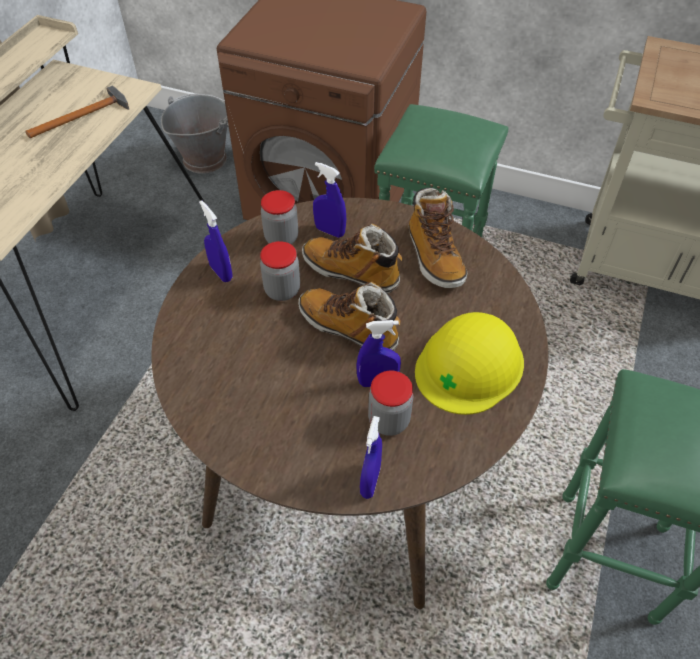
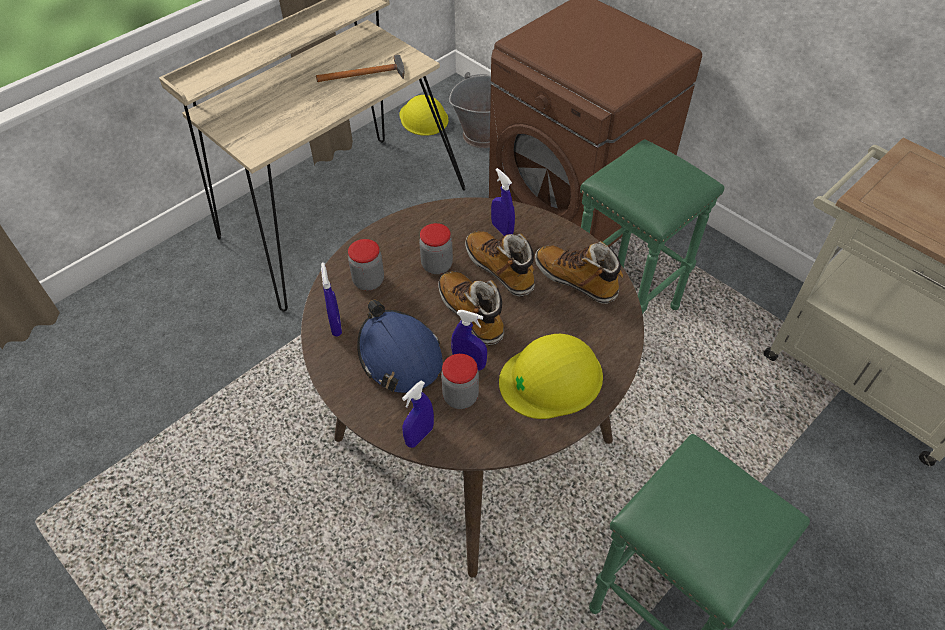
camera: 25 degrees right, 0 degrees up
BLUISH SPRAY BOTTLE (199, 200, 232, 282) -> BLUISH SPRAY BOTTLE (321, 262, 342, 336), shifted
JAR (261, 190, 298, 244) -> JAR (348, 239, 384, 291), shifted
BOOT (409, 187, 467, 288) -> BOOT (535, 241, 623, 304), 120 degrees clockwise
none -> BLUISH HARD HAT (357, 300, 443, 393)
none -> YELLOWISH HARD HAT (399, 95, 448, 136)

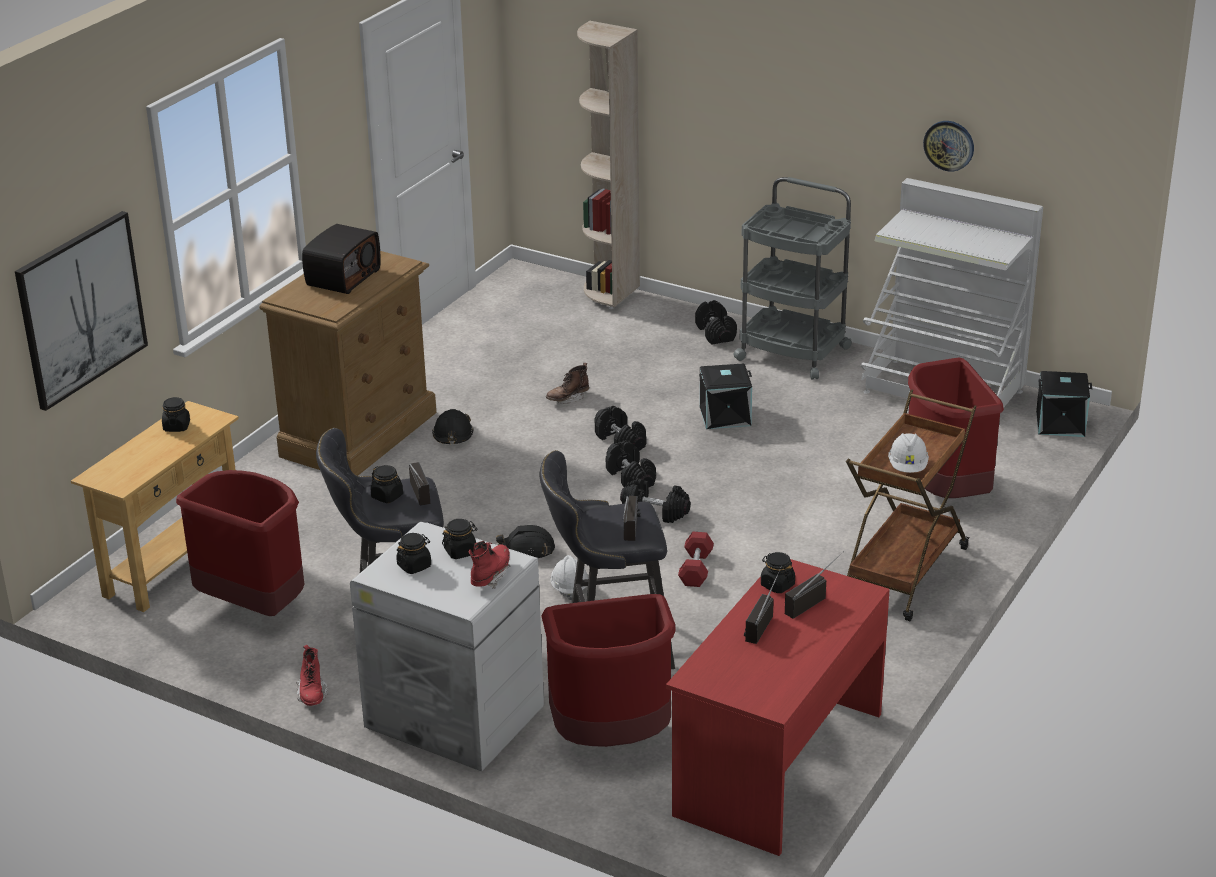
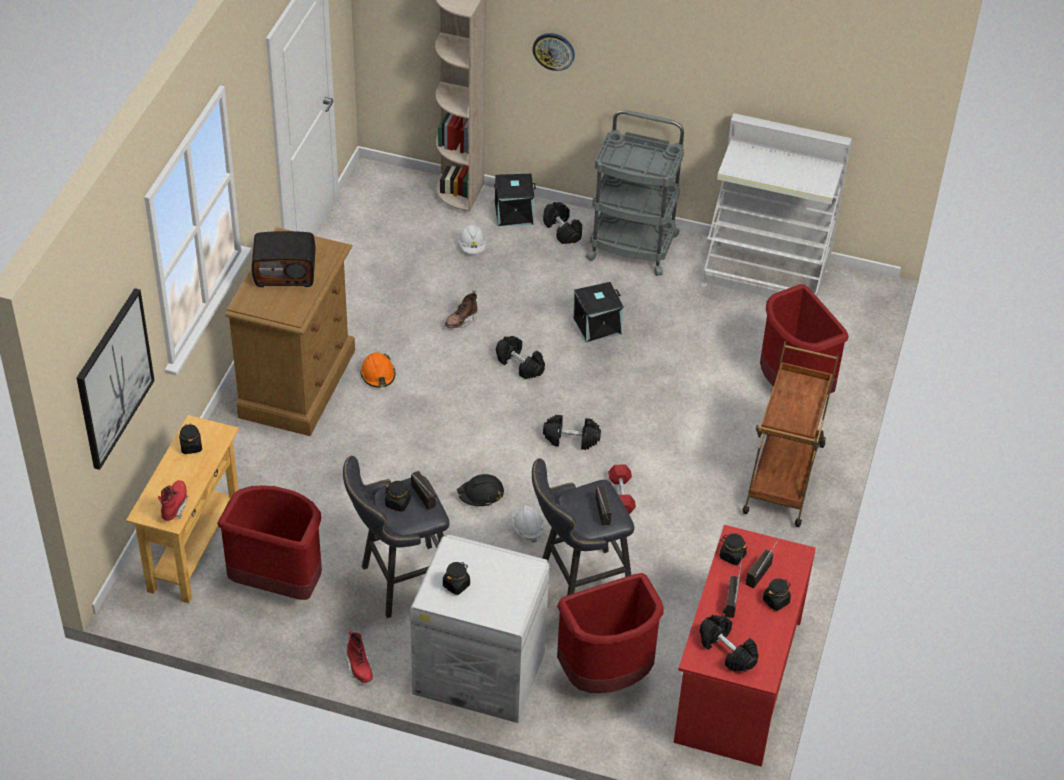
camera: 15 degrees left, 15 degrees up
RADIO SET (302, 224, 381, 294) -> RADIO SET (252, 231, 315, 287), 75 degrees clockwise
BLACKISH HARD HAT (432, 409, 473, 444) -> ORANGE HARD HAT (360, 352, 395, 388)
BLACKISH JAR (442, 519, 478, 559) -> BLACKISH JAR (763, 578, 791, 611), shifted
REDDISH BOOT (469, 541, 510, 588) -> REDDISH BOOT (158, 480, 189, 521), shifted
BLACKISH DUMBBELL (606, 440, 656, 487) -> BLACKISH DUMBBELL (700, 615, 759, 672), shifted
WHITE-COLOURED HARD HAT (888, 433, 929, 473) -> WHITE-COLOURED HARD HAT (459, 224, 486, 254), shifted
WALL CLOCK (923, 121, 974, 171) -> WALL CLOCK (532, 33, 575, 71), shifted
BLACKISH STORAGE BIN (1036, 371, 1092, 437) -> BLACKISH STORAGE BIN (494, 174, 536, 226), shifted

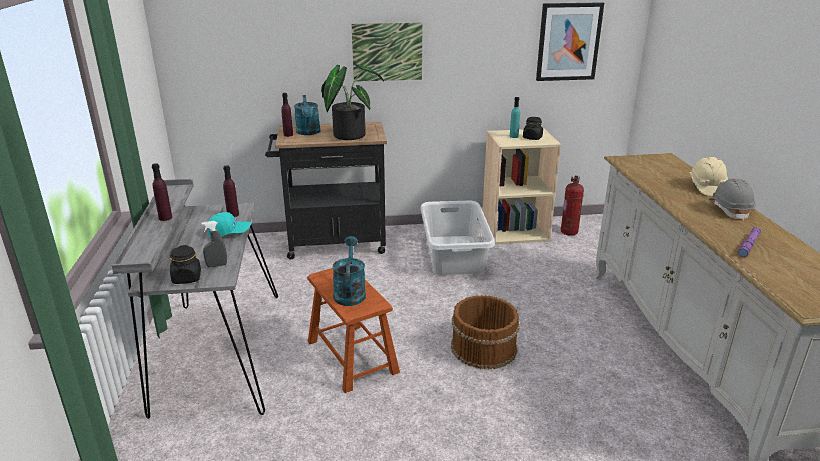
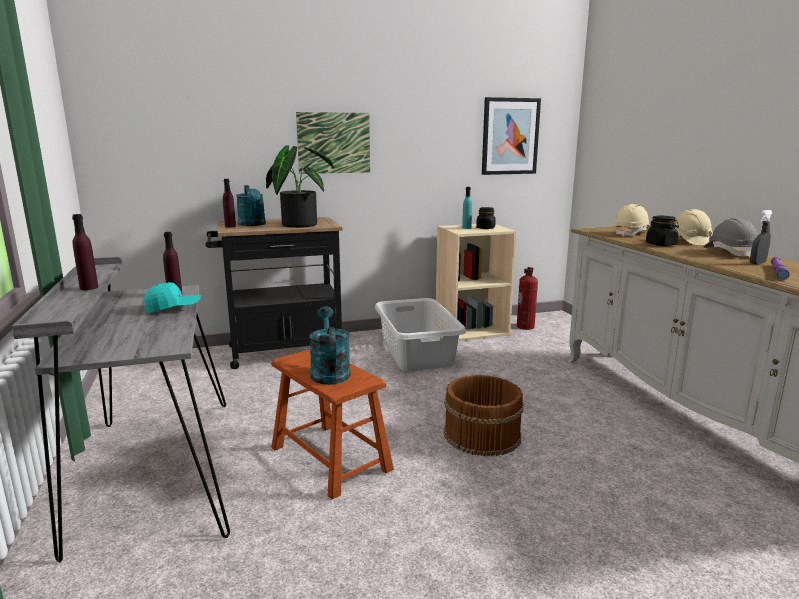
camera: 10 degrees left, 10 degrees down
BLACKISH JAR (170, 245, 201, 284) -> BLACKISH JAR (646, 216, 679, 246), shifted
GREY SPRAY BOTTLE (201, 221, 227, 268) -> GREY SPRAY BOTTLE (750, 210, 773, 264), shifted
none -> BEIGE-COLOURED HARD HAT (613, 204, 651, 237)

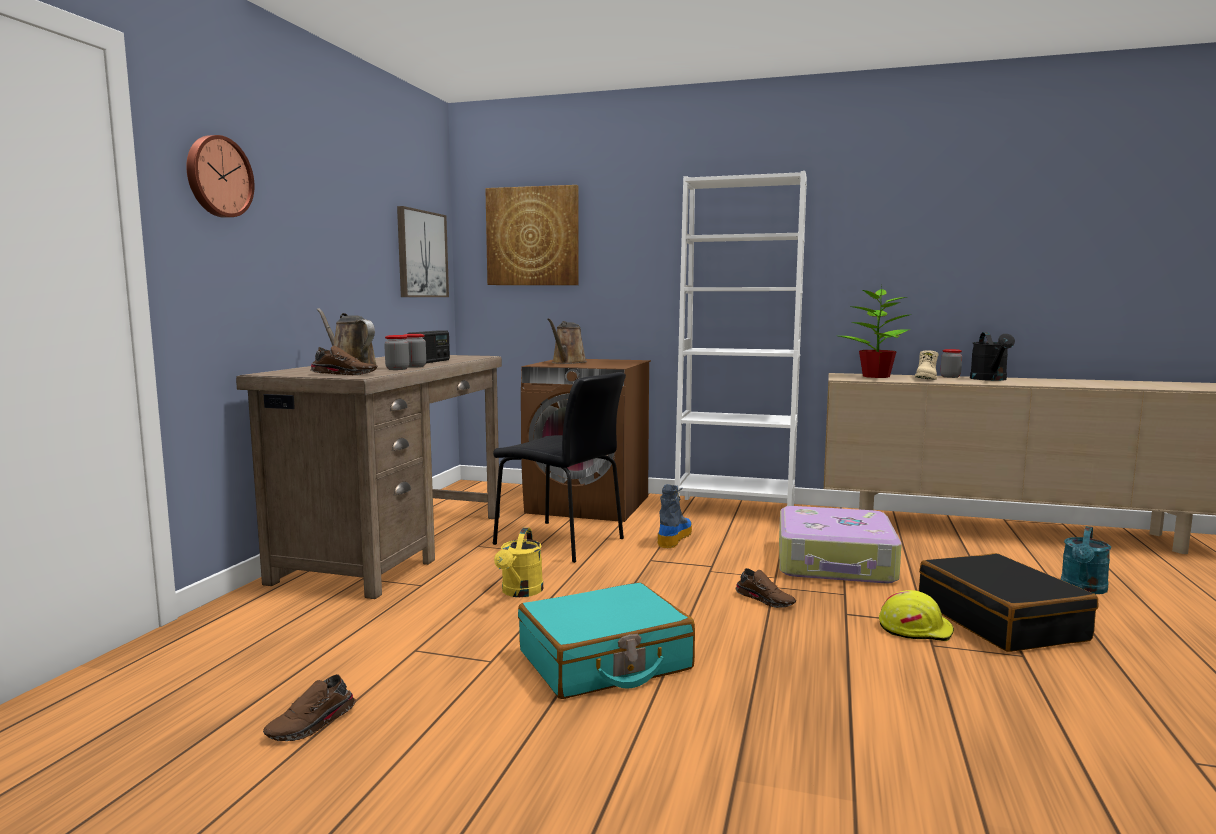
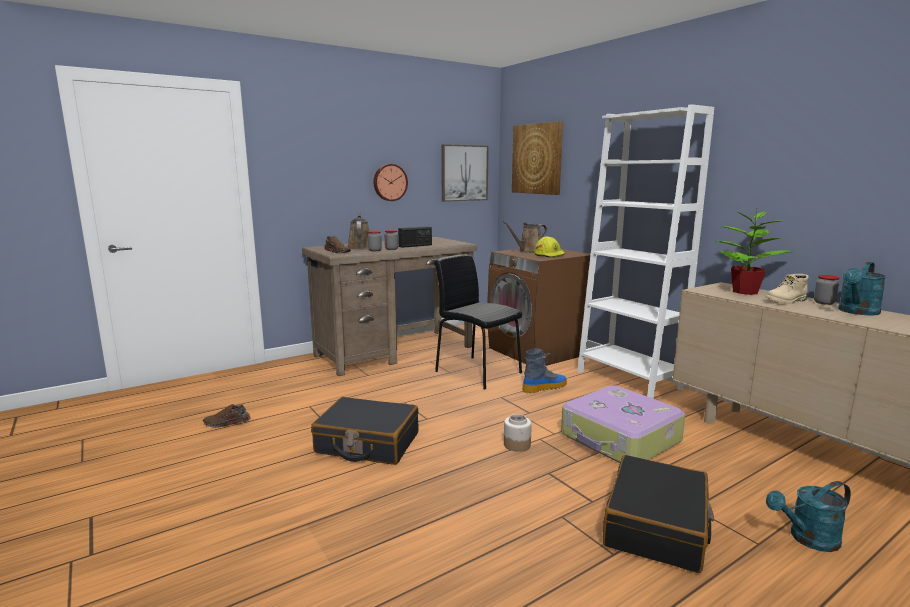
camera: 40 degrees right, 5 degrees up
WALL CLOCK (186, 135, 255, 218) -> WALL CLOCK (374, 164, 408, 201), shifted
BLACKISH PLAIN CHAIR (493, 372, 626, 563) -> BLACKISH PLAIN CHAIR (435, 255, 522, 390), 150 degrees clockwise
YELLOWISH WATERING CAN (494, 527, 543, 597) -> none
TURQUOISE-COLOURED TRAVEL CASE (518, 582, 695, 699) -> BLACKISH TRAVEL CASE (311, 397, 419, 465)
BROWNISH LOW SHOE (735, 568, 796, 608) -> JAR (504, 414, 532, 452)
YELLOWISH HARD HAT (879, 590, 954, 641) -> YELLOWISH HARD HAT (534, 236, 565, 258), shifted
BLACKISH WATERING CAN (970, 332, 1015, 381) -> TURQUOISE-COLOURED WATERING CAN (838, 262, 886, 315)

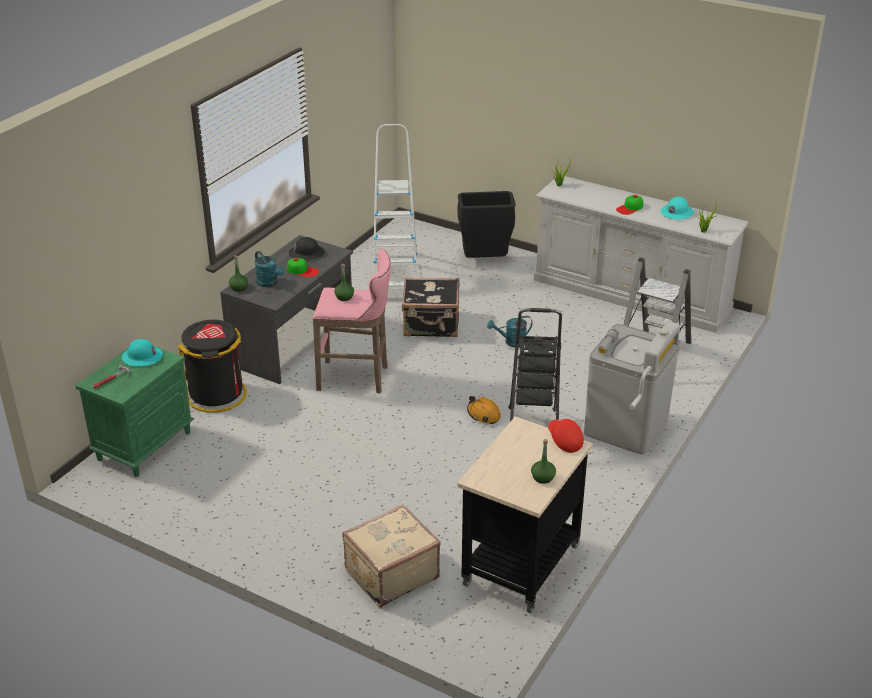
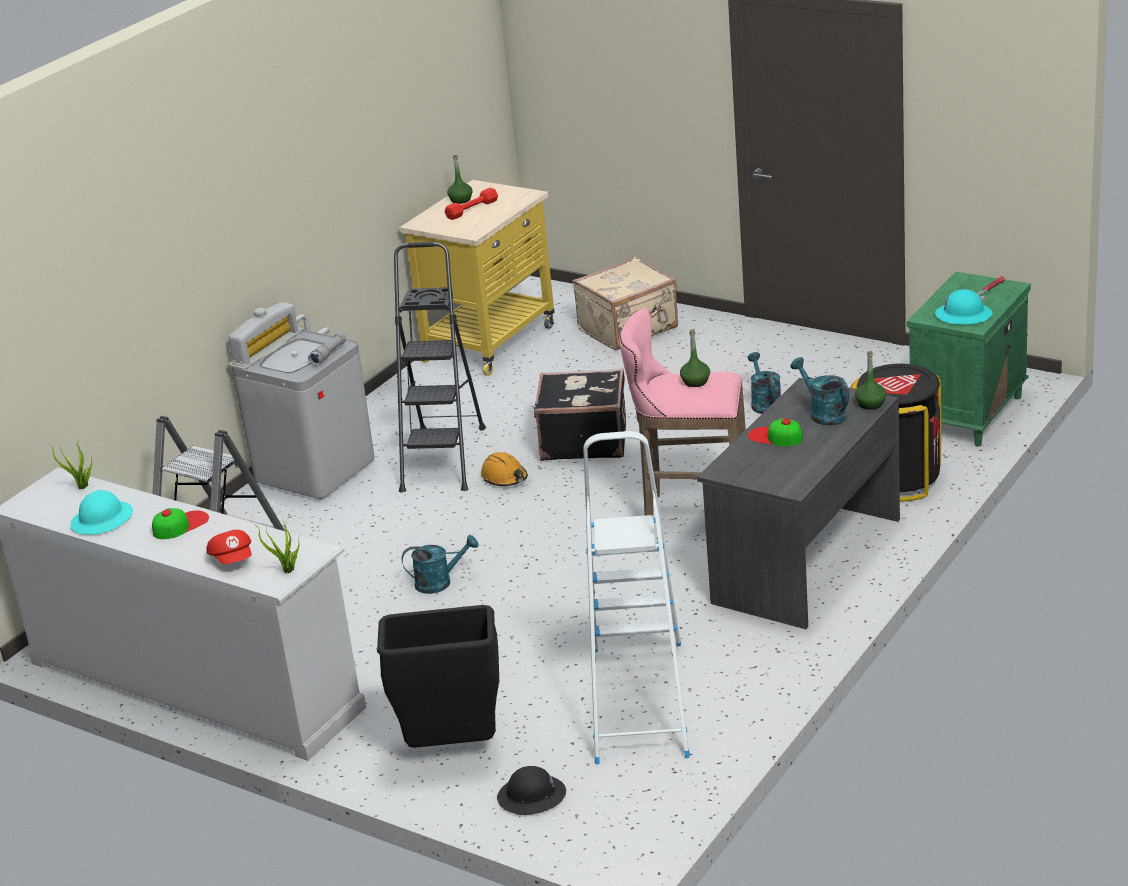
camera: 175 degrees left, 5 degrees down
BLACKISH HARD HAT (289, 237, 325, 260) -> BLACKISH HARD HAT (497, 766, 566, 815), shifted
BLACKISH TRAVEL CASE (402, 277, 459, 337) -> BLACKISH TRAVEL CASE (534, 369, 626, 461), shifted
BLACKISH CART (457, 417, 593, 613) -> YELLOWISH CART (399, 180, 555, 376)
REDDISH CAP (548, 418, 584, 453) -> REDDISH CAP (206, 530, 251, 564), shifted
none -> REDDISH DUMBBELL (445, 188, 498, 220)
none -> TURQUOISE-COLOURED WATERING CAN (747, 352, 781, 414)

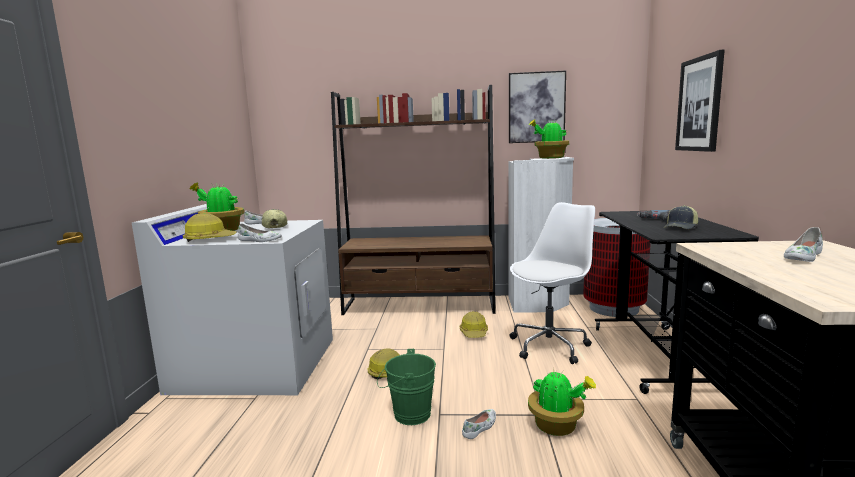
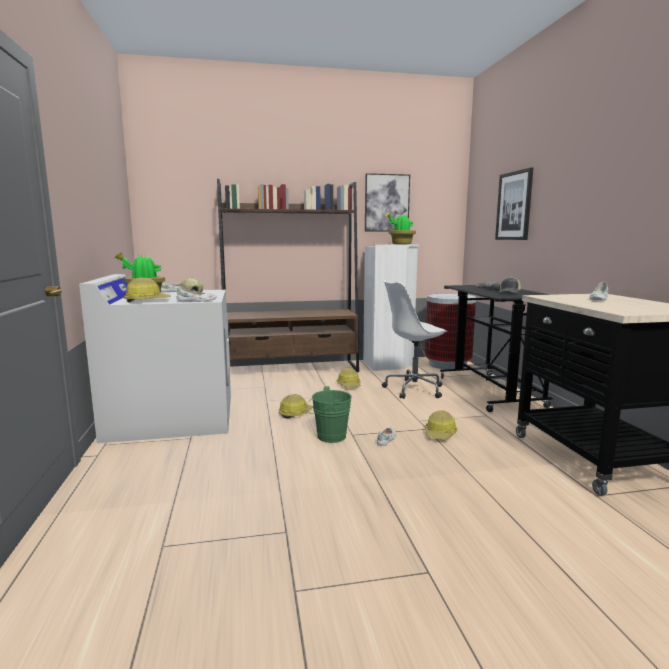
camera: 15 degrees left, 0 degrees up
WHITE-COLOURED DESK CHAIR (509, 202, 595, 364) -> WHITE-COLOURED DESK CHAIR (382, 280, 448, 399), 150 degrees counterclockwise
POTTED PLANT (528, 366, 596, 436) -> HARD HAT (425, 410, 457, 439)

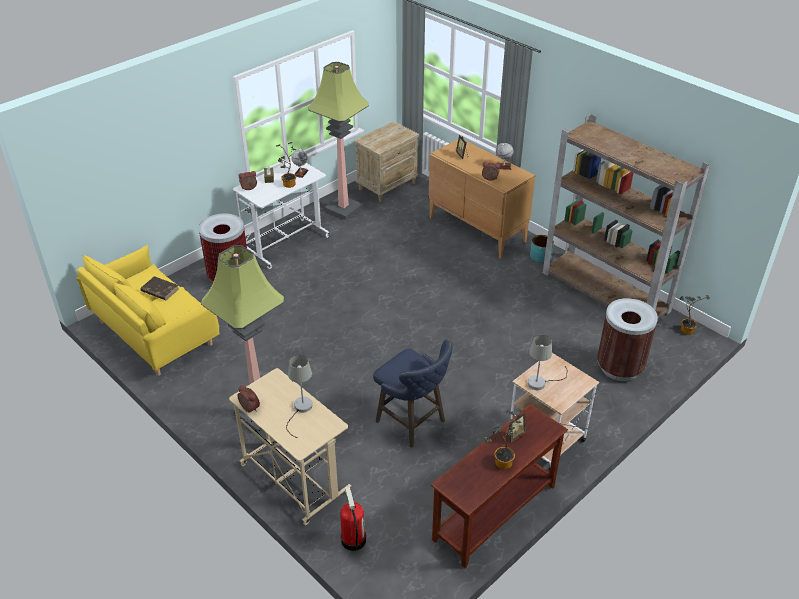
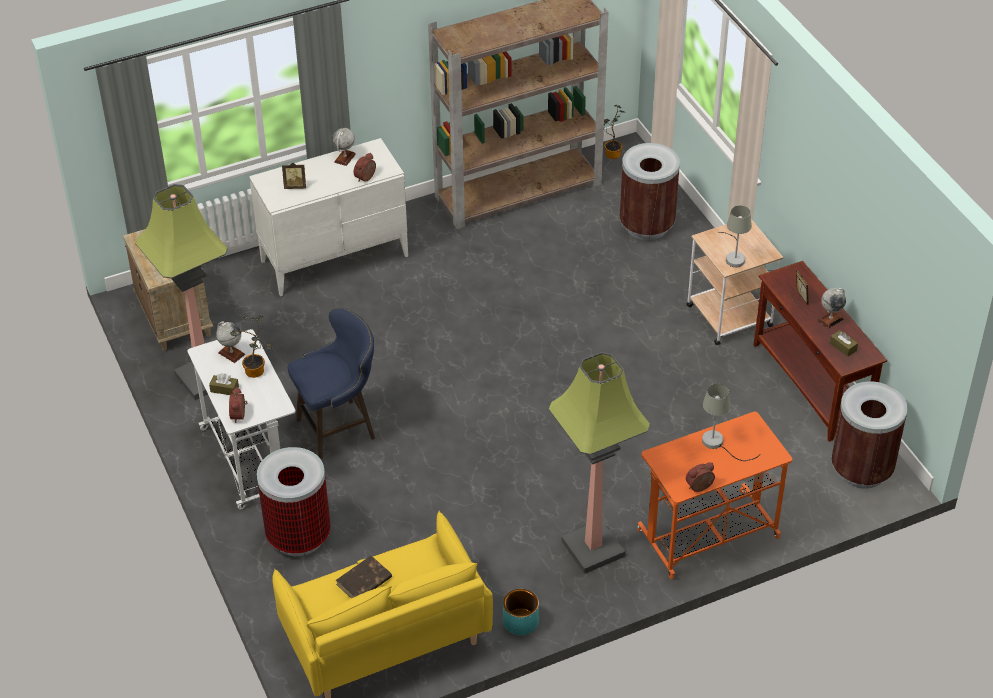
camera: 70 degrees left, 5 degrees up
BEIGE-COLOURED DESK TABLE (229, 368, 351, 525) -> ORANGE DESK TABLE (637, 411, 792, 579)
EXTINGUISHER (340, 486, 366, 551) -> none
BLUISH STOOL SEAT (373, 339, 452, 448) -> BLUISH STOOL SEAT (287, 307, 375, 459), shifted
BROWNISH CUPBOARD (429, 139, 536, 259) -> WHITE-COLOURED CUPBOARD (249, 138, 408, 296)
POTTED PLANT (483, 411, 521, 469) -> DESK GLOBE (817, 288, 846, 329)
TURQUOISE-COLOURED FLOWER POT (530, 235, 554, 262) -> TURQUOISE-COLOURED FLOWER POT (503, 589, 539, 636), shifted
none -> BROWNISH TISSUE HOLDER (830, 330, 858, 357)
none -> BROWNISH WASTE BIN (831, 382, 908, 489)

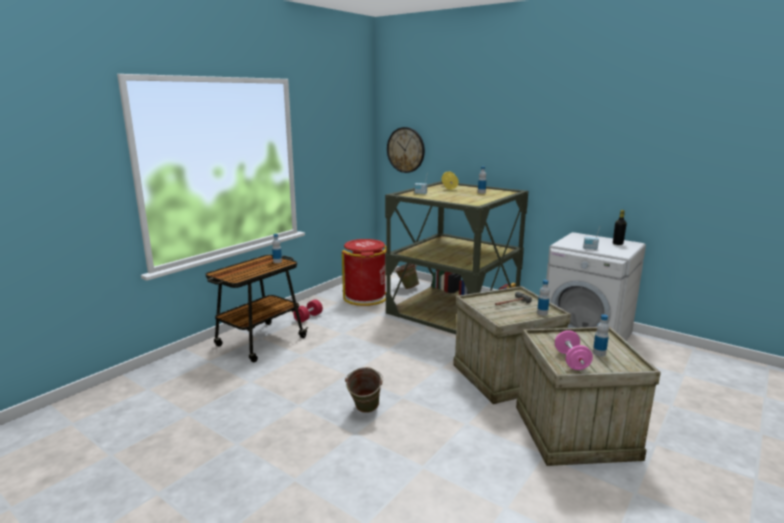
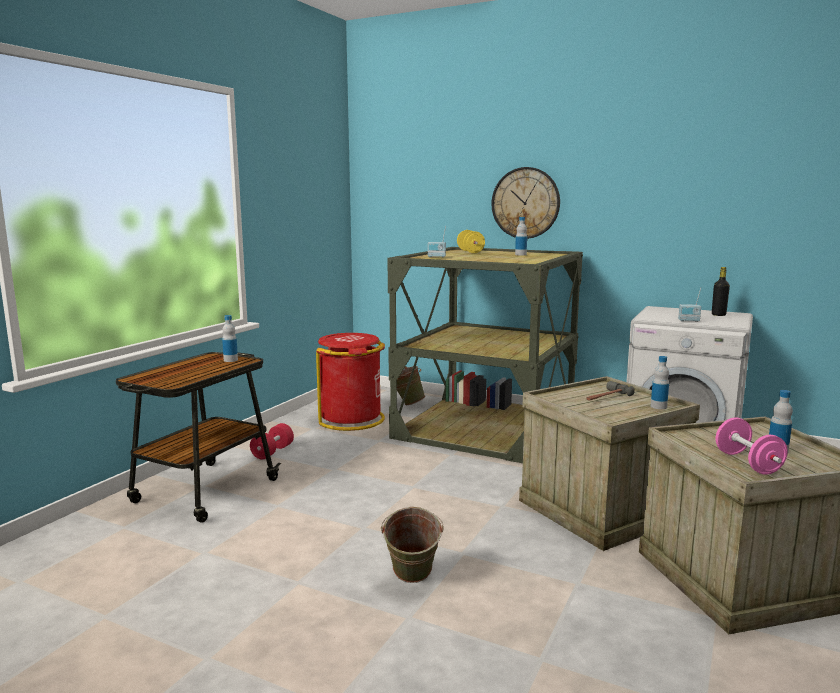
camera: 10 degrees left, 5 degrees down
WALL CLOCK (387, 127, 425, 173) -> WALL CLOCK (492, 167, 560, 239), shifted

